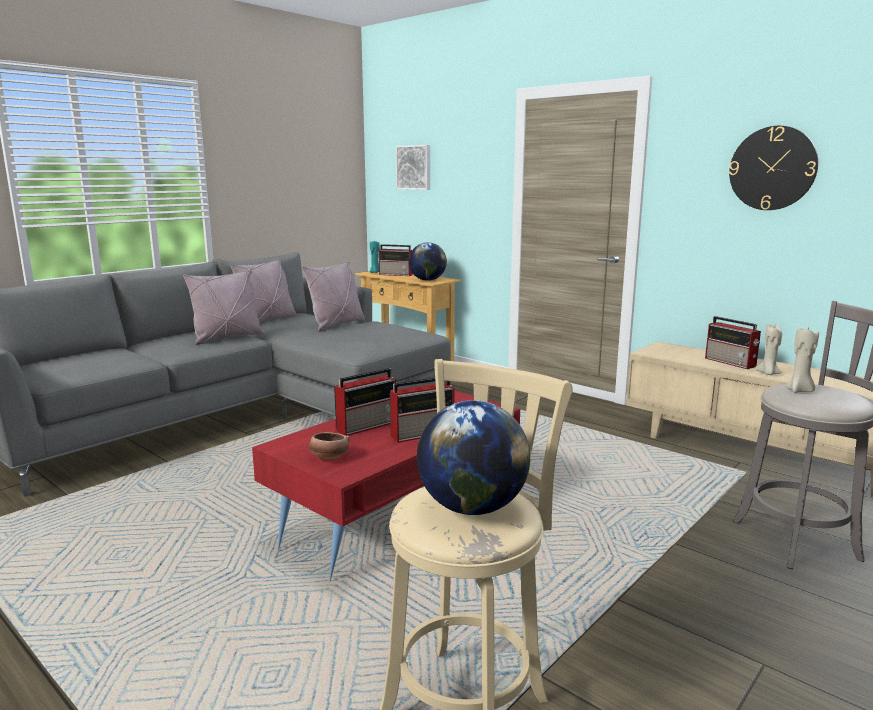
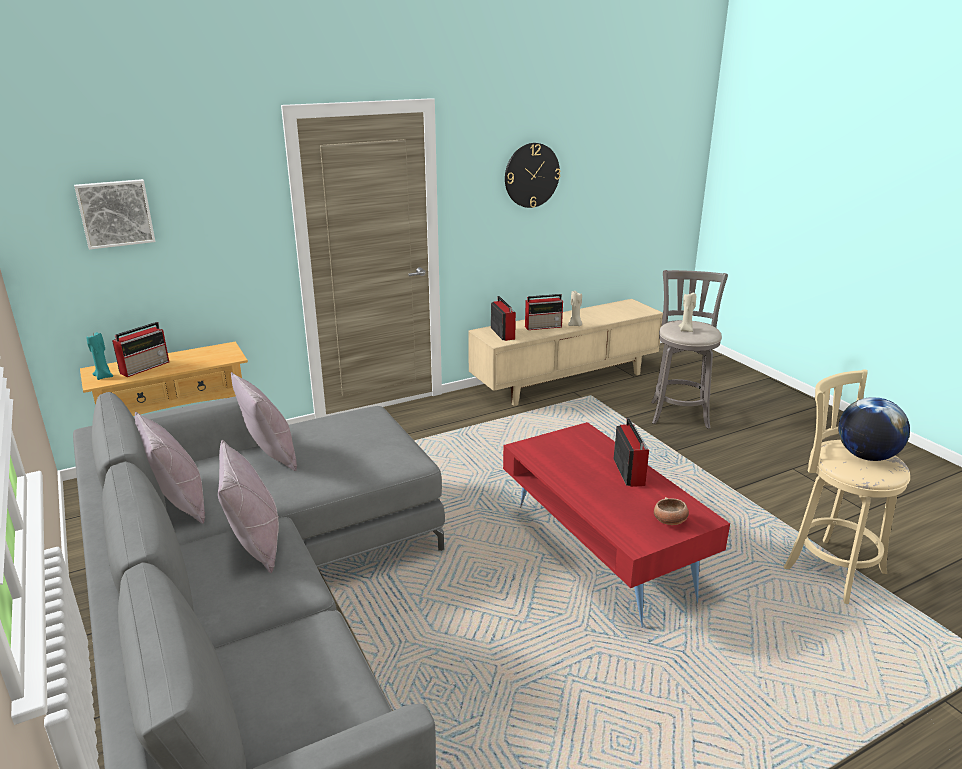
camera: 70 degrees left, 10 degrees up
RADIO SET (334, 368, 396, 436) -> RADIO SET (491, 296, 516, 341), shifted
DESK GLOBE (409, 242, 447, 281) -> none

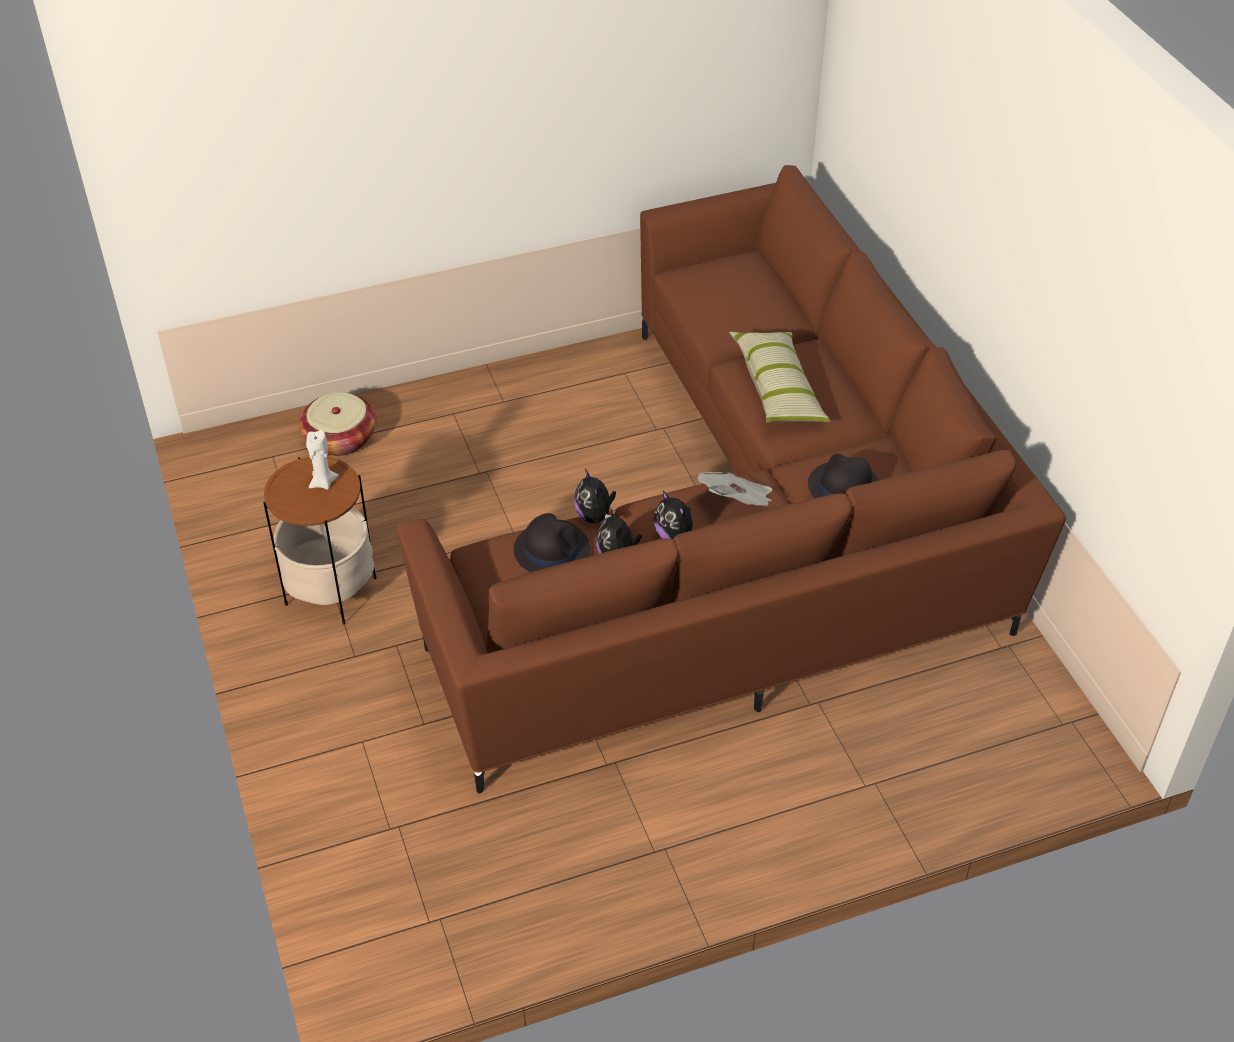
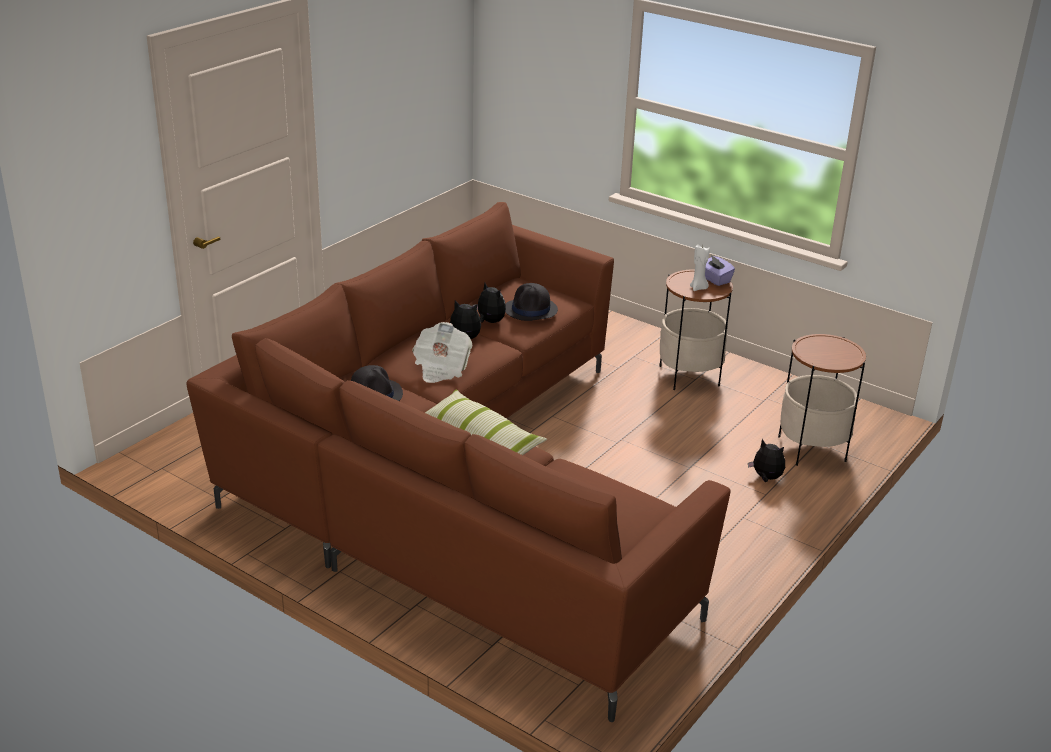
camera: 145 degrees right, 15 degrees down
BASKET (299, 392, 377, 456) -> SIDE TABLE (778, 334, 866, 466)
CUDDLY TOY (574, 469, 616, 523) -> CUDDLY TOY (748, 439, 785, 482), shifted
none -> PURPLE TISSUE HOLDER (705, 255, 735, 286)

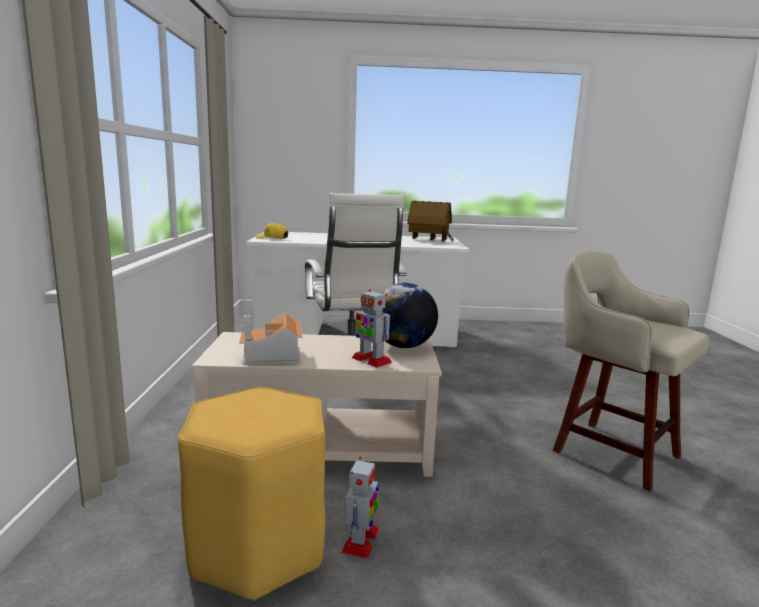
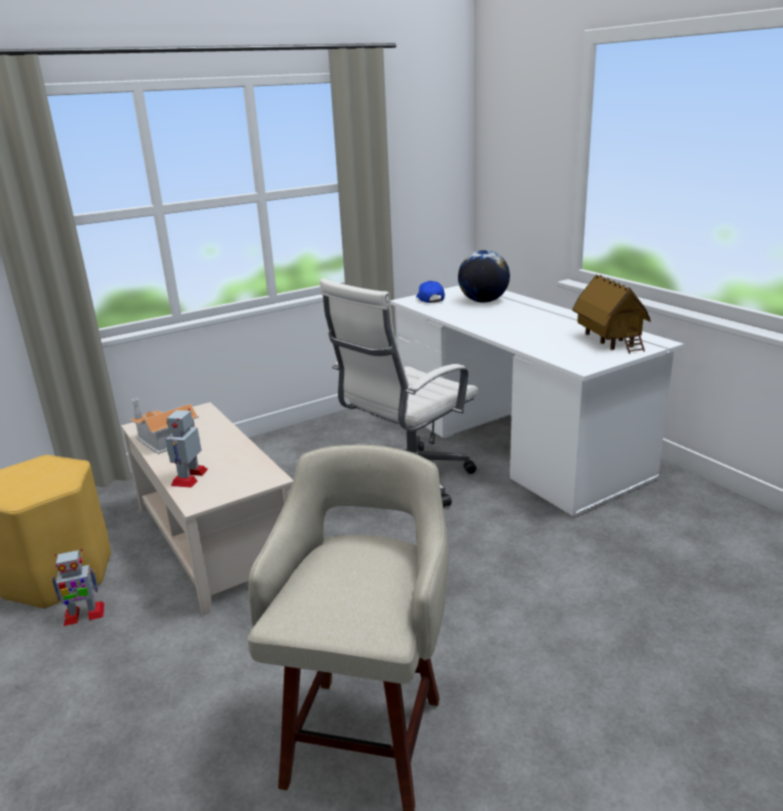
camera: 60 degrees right, 10 degrees up
YELLOWISH CAP (256, 223, 288, 239) -> BLUISH CAP (416, 281, 445, 303)
DESK GLOBE (382, 283, 438, 348) -> DESK GLOBE (458, 250, 510, 303), shifted

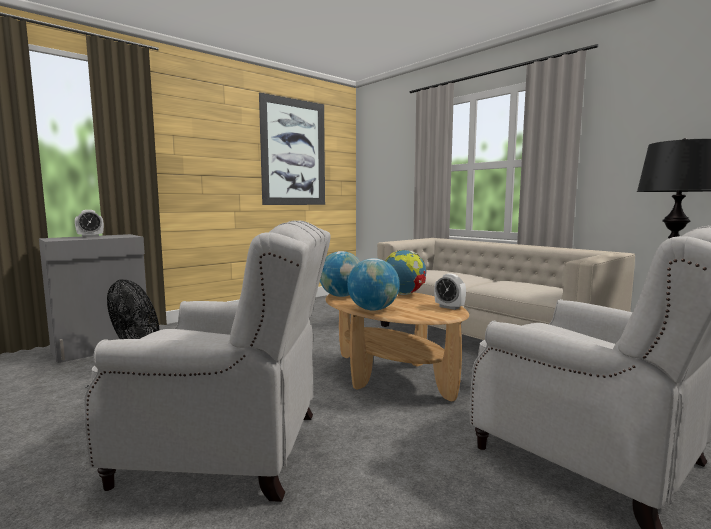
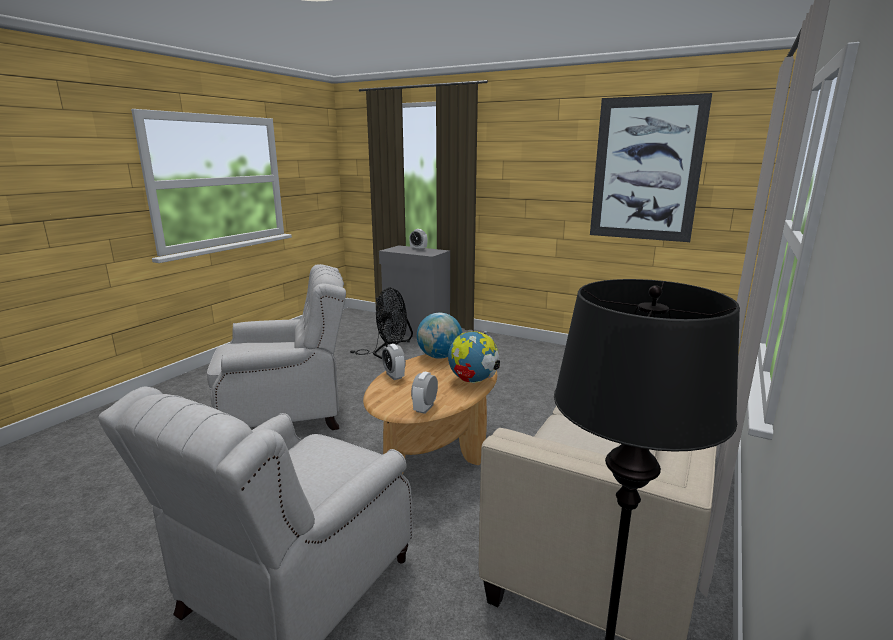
camera: 70 degrees right, 10 degrees up
WHITE-COLOURED EASY CHAIR (84, 221, 331, 502) -> WHITE-COLOURED EASY CHAIR (207, 264, 346, 430), 90 degrees counterclockwise
DESK GLOBE (347, 258, 400, 311) -> BEDSIDE CLOCK (382, 344, 406, 380)

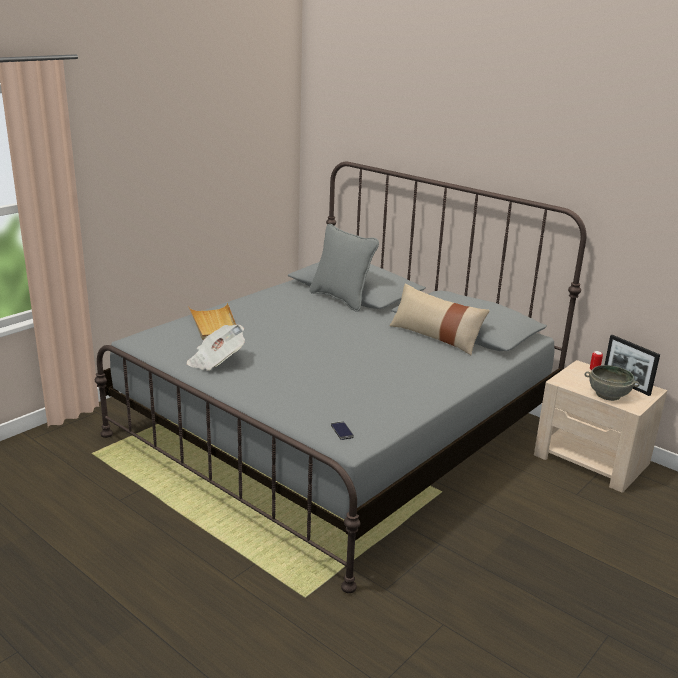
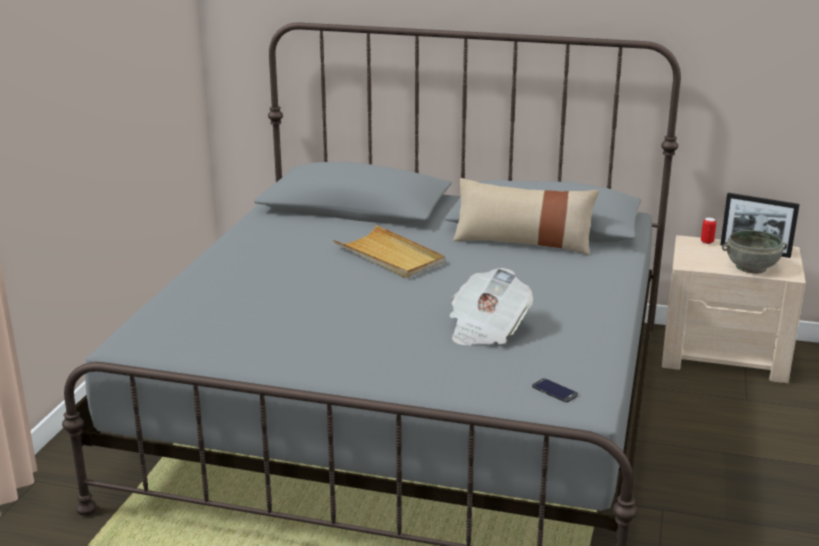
camera: 25 degrees left, 0 degrees up
NEWSPAPER (187, 325, 245, 371) -> NEWSPAPER (449, 268, 533, 345), shifted
BEIGE-COLOURED TRAY (188, 303, 236, 340) -> BEIGE-COLOURED TRAY (333, 225, 445, 278), shifted
GREY THROW PILLOW (309, 224, 379, 312) -> none

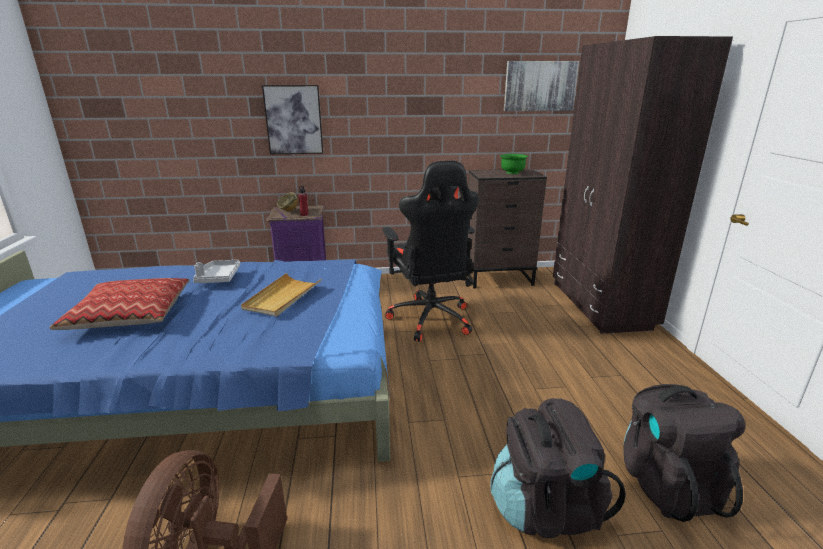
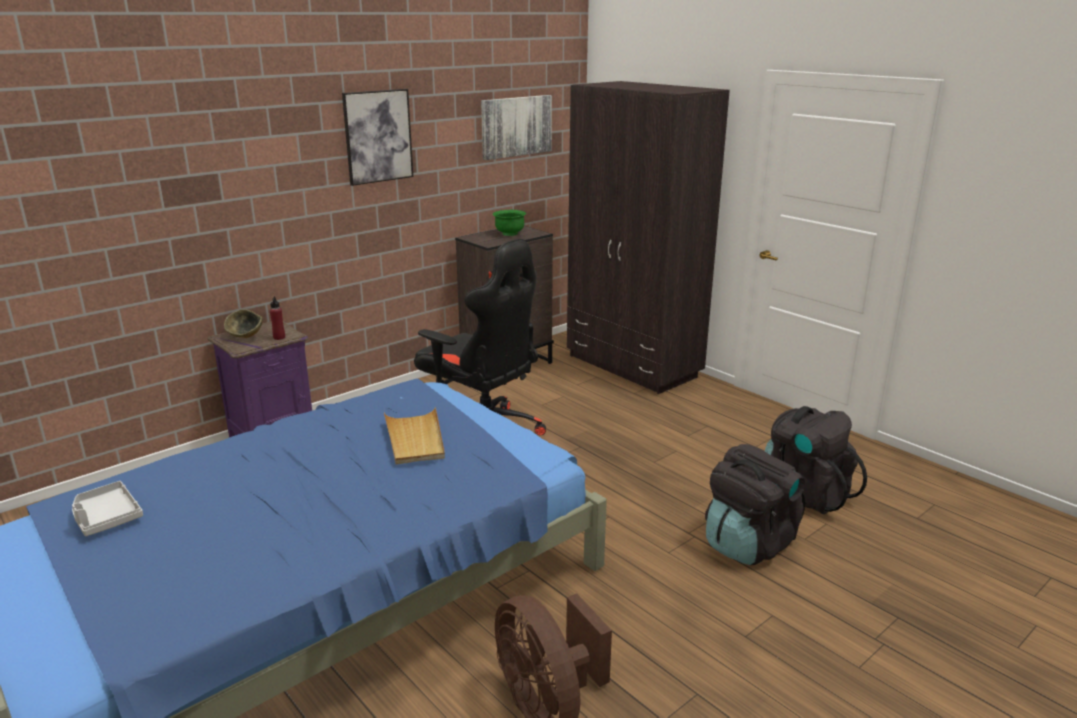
camera: 35 degrees left, 0 degrees up
THROW PILLOW (50, 278, 190, 330) -> none
GREY TRAY (193, 260, 240, 283) -> GREY TRAY (72, 481, 143, 536), shifted
WALL ART (262, 85, 323, 154) -> WALL ART (342, 89, 413, 186), shifted

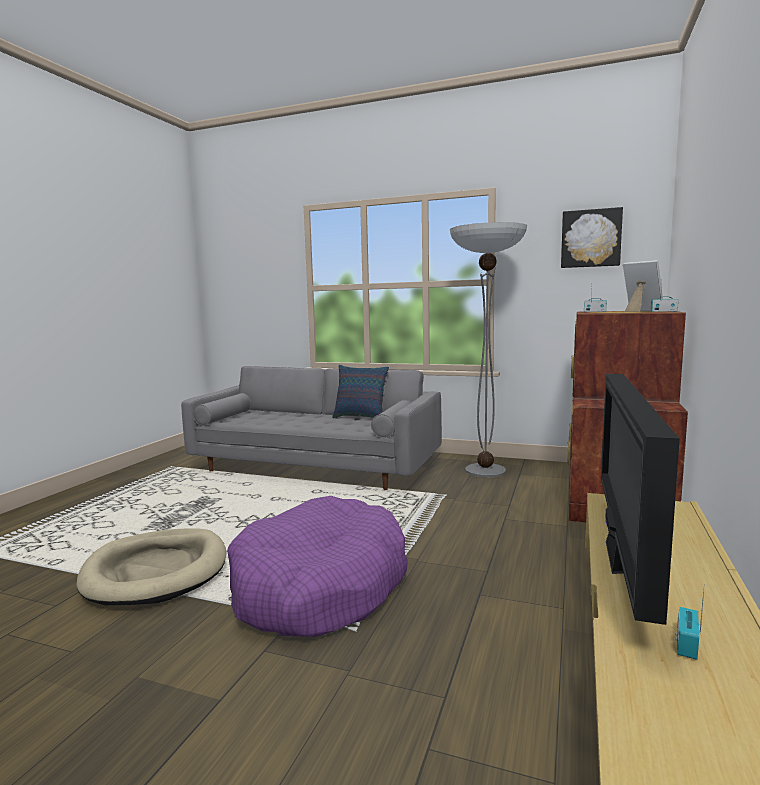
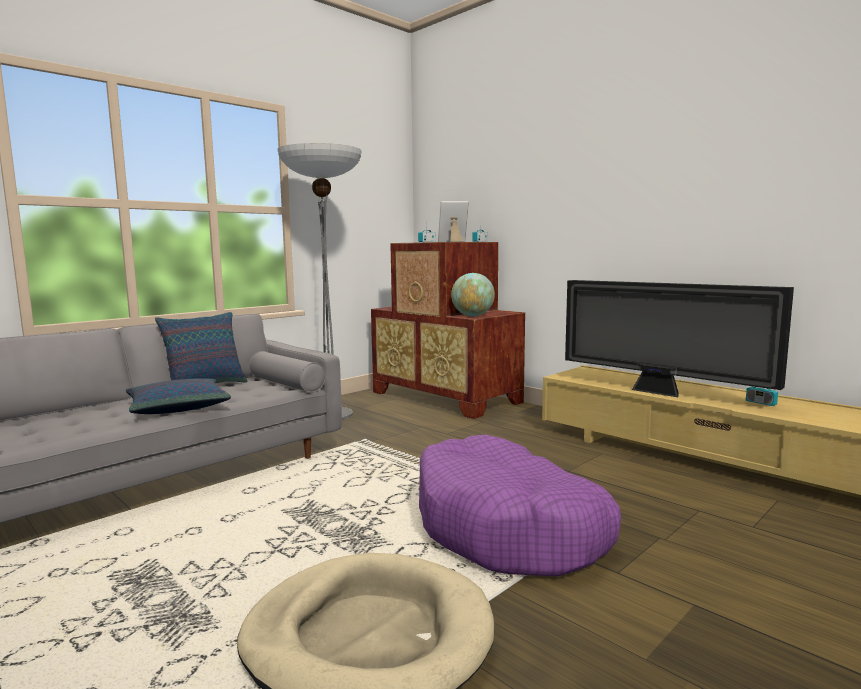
camera: 65 degrees left, 0 degrees up
WALL ART (561, 207, 623, 268) -> none
none -> BLUISH THROW PILLOW (126, 379, 231, 414)
none -> DESK GLOBE (451, 273, 495, 316)

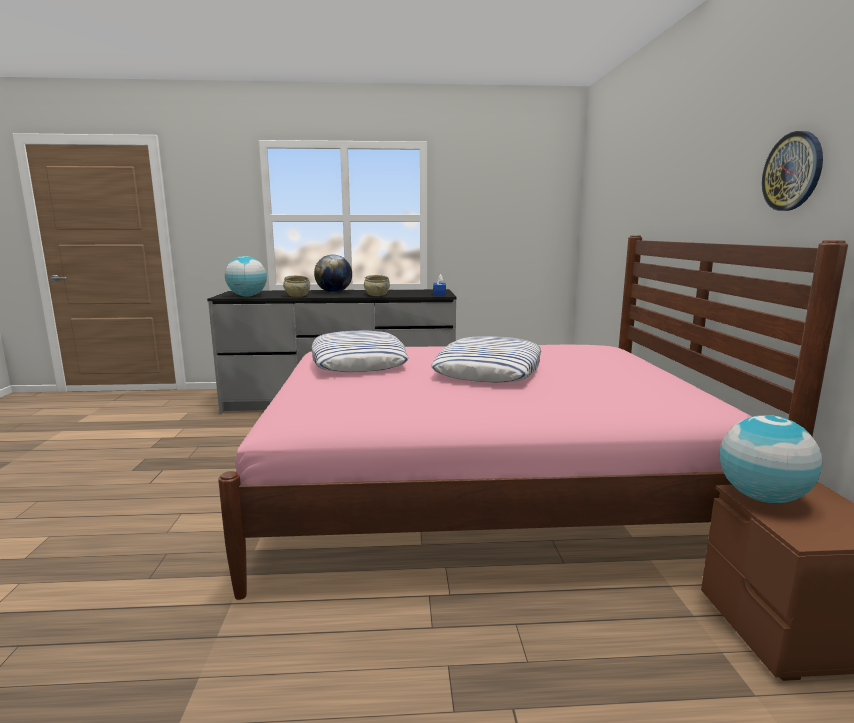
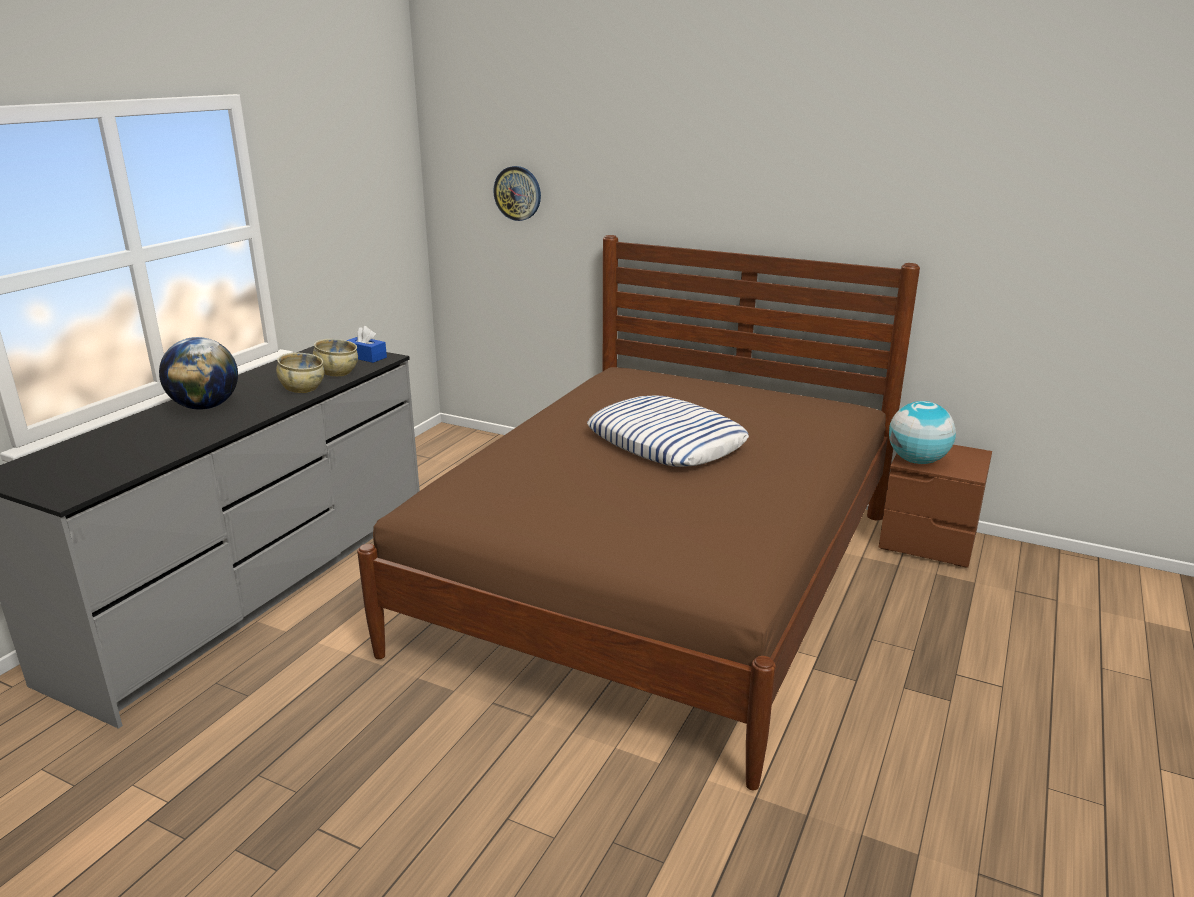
camera: 60 degrees left, 10 degrees up
PINK-COLOURED SLEEPING BED (218, 235, 848, 600) -> BROWNISH SLEEPING BED (357, 235, 920, 790)
DESK GLOBE (225, 256, 267, 297) -> none
BEIGE-COLOURED DEEP DISH (283, 275, 310, 297) -> BEIGE-COLOURED DEEP DISH (313, 339, 358, 376), shifted
THROW PILLOW (312, 330, 409, 372) -> none
WALL CLOCK (762, 131, 823, 211) -> WALL CLOCK (493, 166, 541, 221), shifted

